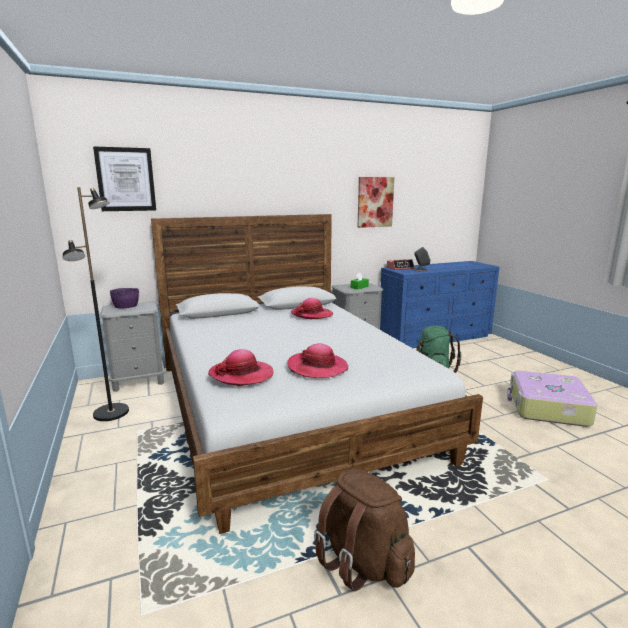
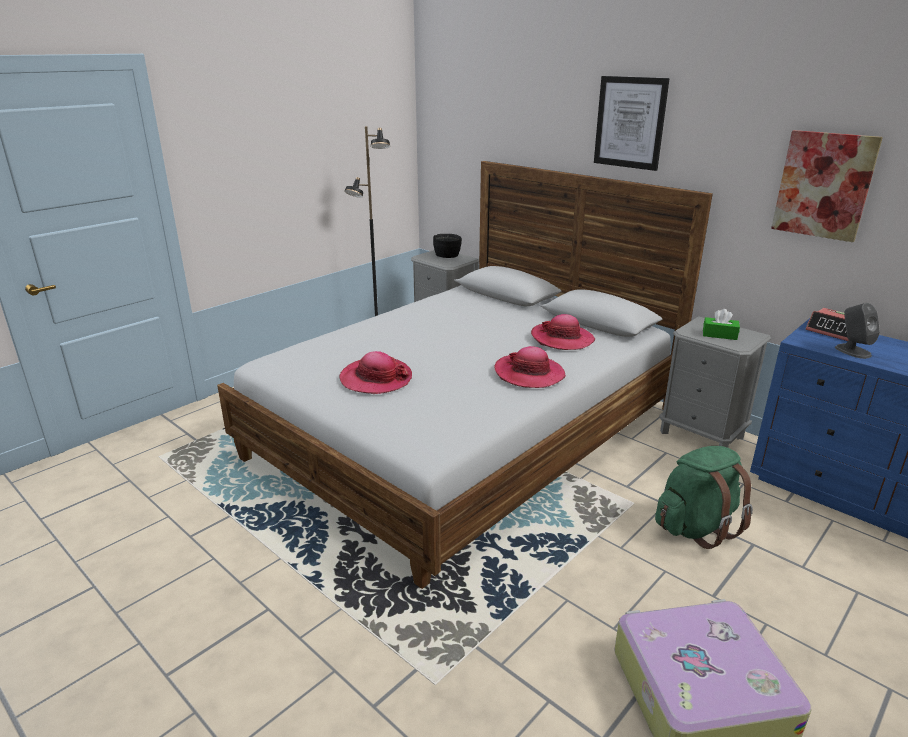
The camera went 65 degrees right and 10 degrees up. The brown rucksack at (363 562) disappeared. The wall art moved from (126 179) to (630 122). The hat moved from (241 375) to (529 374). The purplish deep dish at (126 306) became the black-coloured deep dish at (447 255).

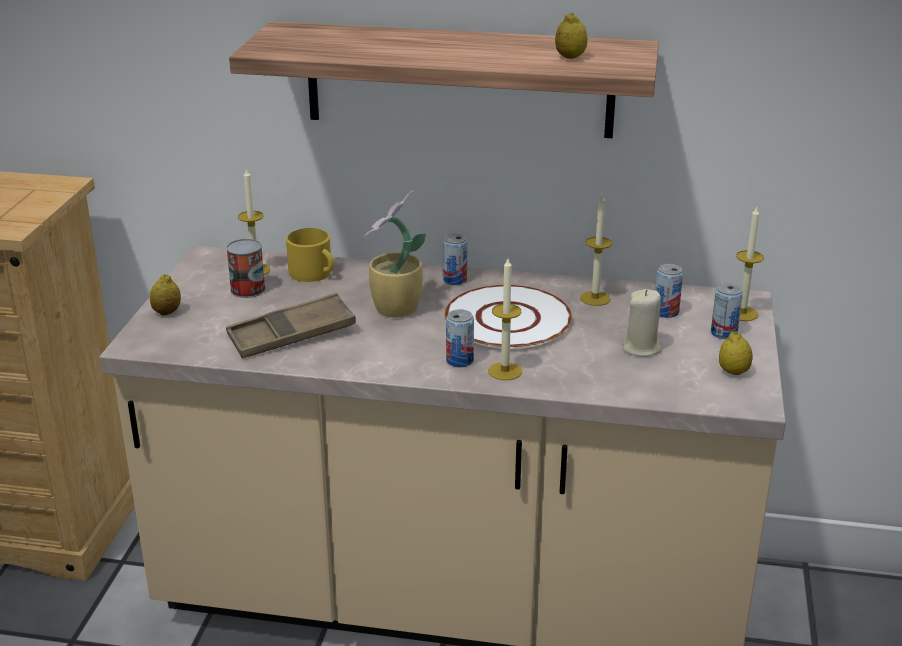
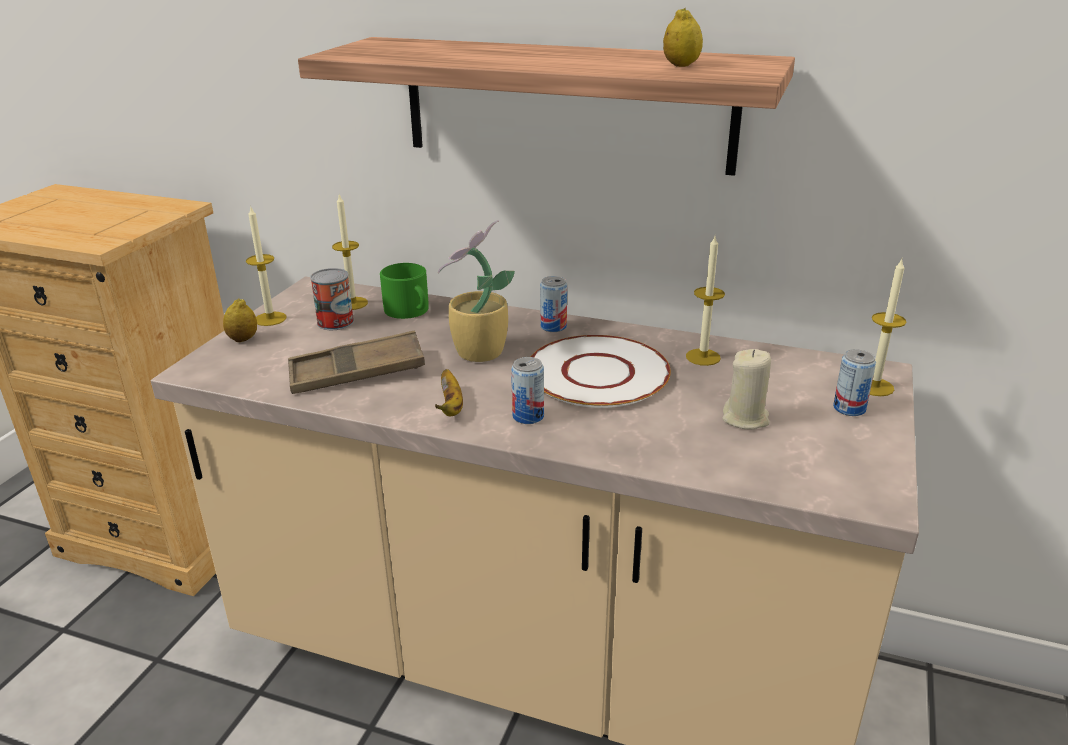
The camera went 10 degrees right and 0 degrees up. The sealed can at (665 312) disappeared. The citrus fruit at (733 372) disappeared. The banana at (451 406) appeared. The wax candle moved from (505 371) to (270 319). The yellowish tea mug at (314 274) became the greenish tea mug at (409 311).

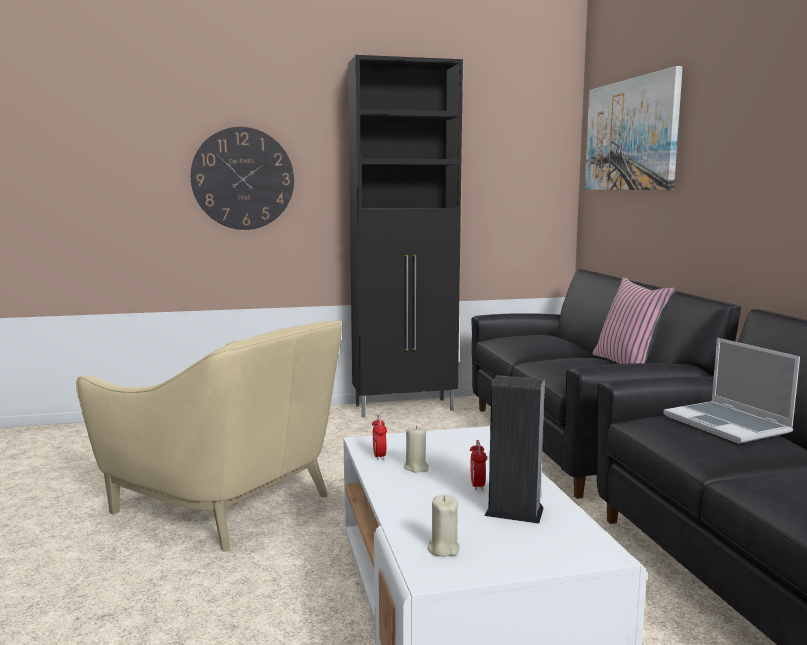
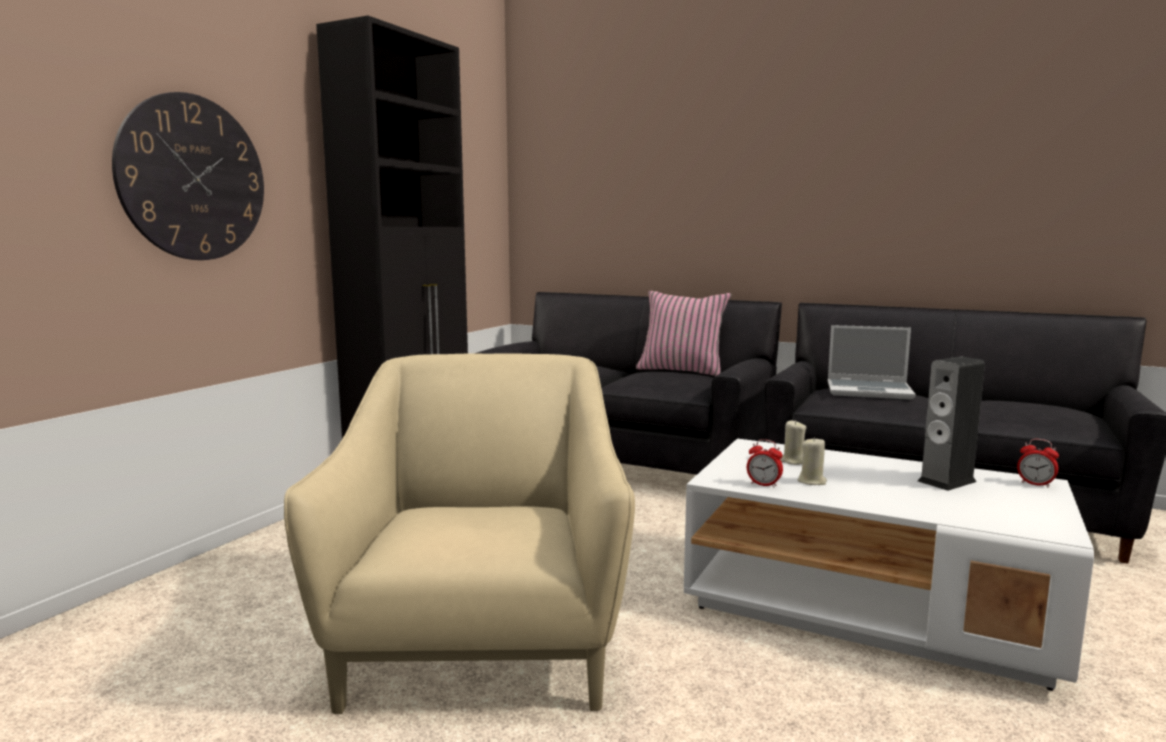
The camera went 50 degrees left and 0 degrees up. The wall art at (630 135) disappeared. The beige wax candle moved from (443 549) to (792 461). The alarm clock moved from (477 485) to (1035 484). The beige armchair at (227 502) turned 75 degrees counterclockwise.

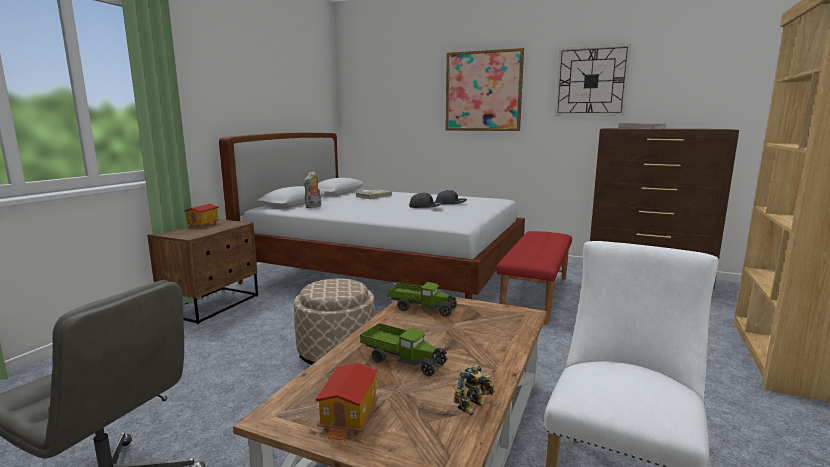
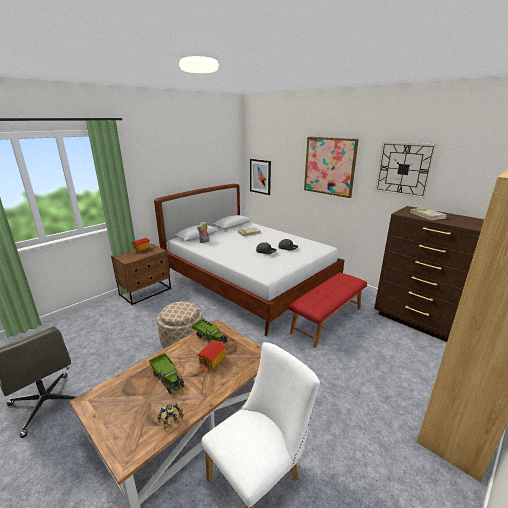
The camera went 20 degrees right and 10 degrees up. The wall art at (260 176) appeared. The miniature house moved from (350 417) to (213 362).

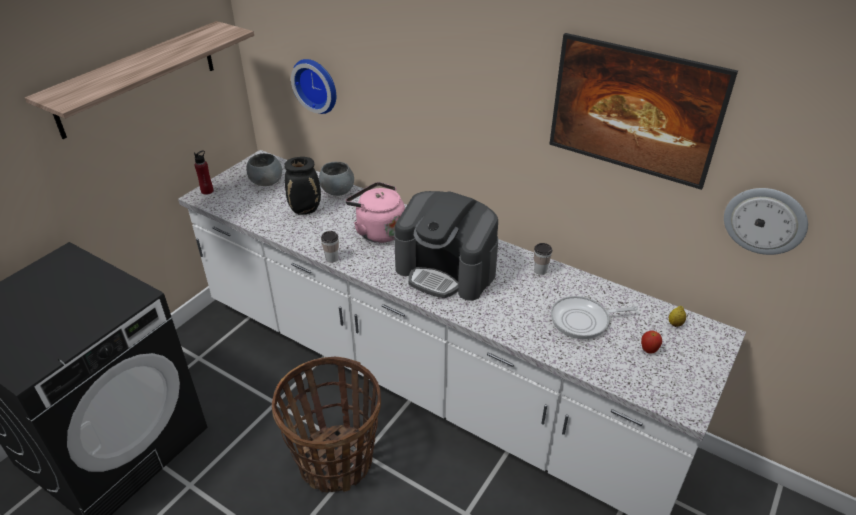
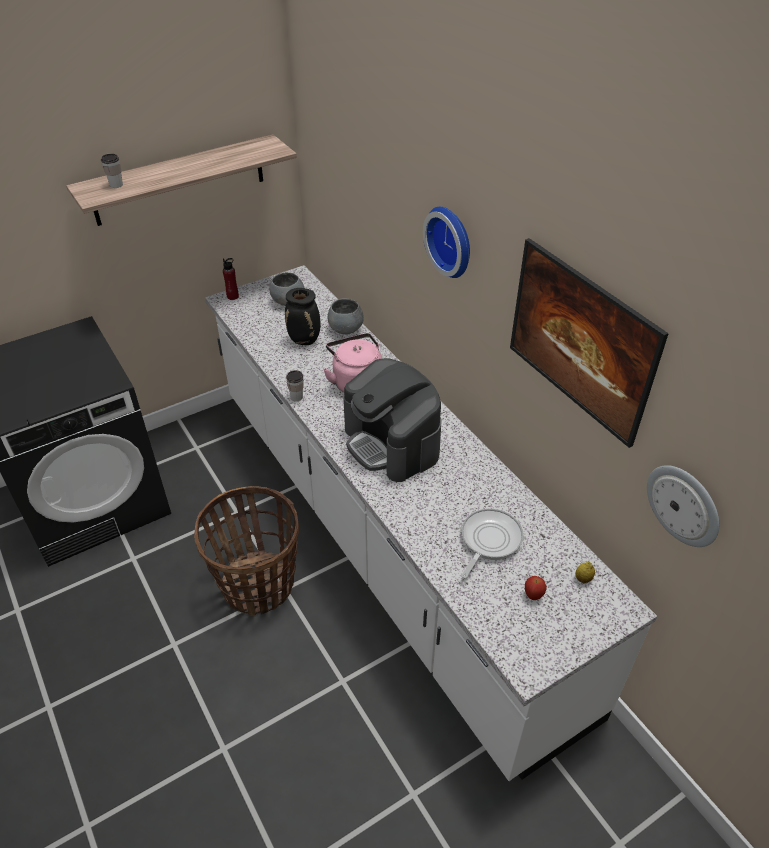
The camera went 25 degrees right and 5 degrees up. The clock on the wall moved from (317 85) to (452 240). The small cup moved from (540 270) to (116 185). The pan at (583 321) turned 105 degrees clockwise.

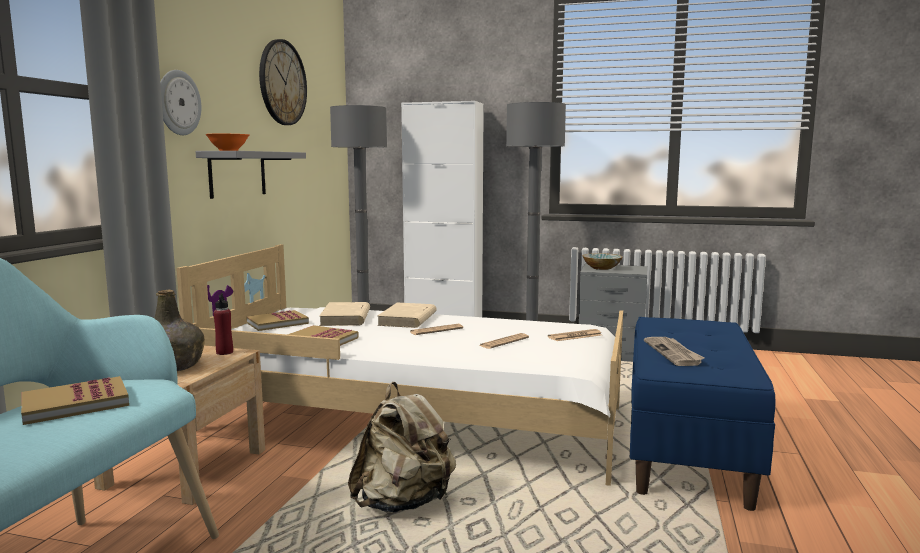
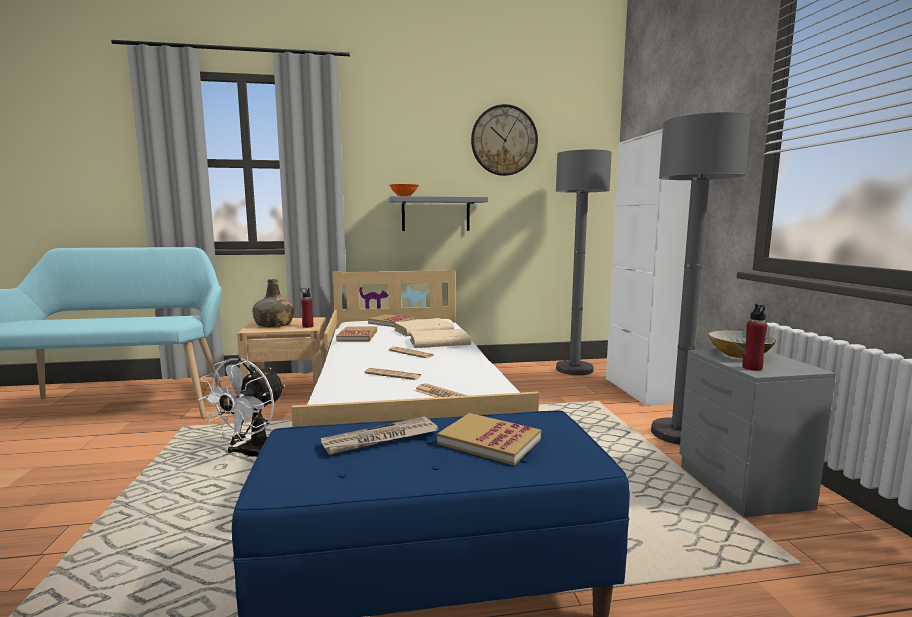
The camera went 65 degrees right and 0 degrees up. The clock on the wall at (178 103) disappeared. The red drink bottle at (752 368) appeared. The volume moved from (75 404) to (489 441). The beige rucksack at (403 502) was replaced by the whitish cooling fan at (252 455).

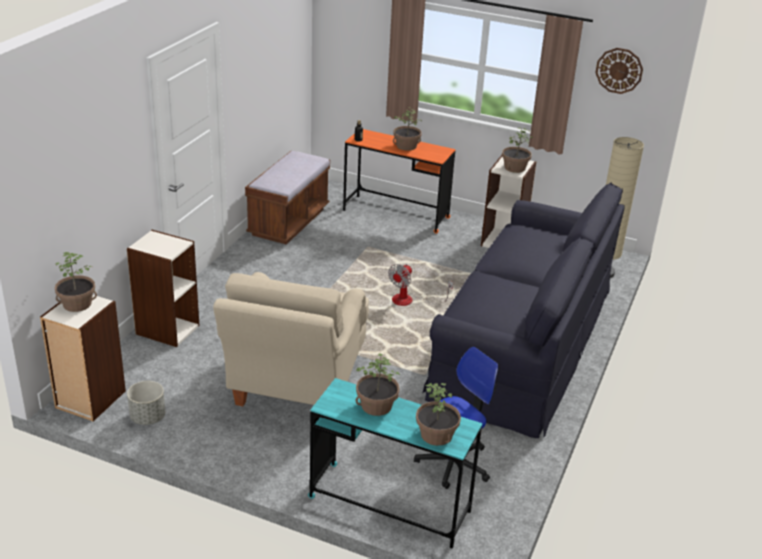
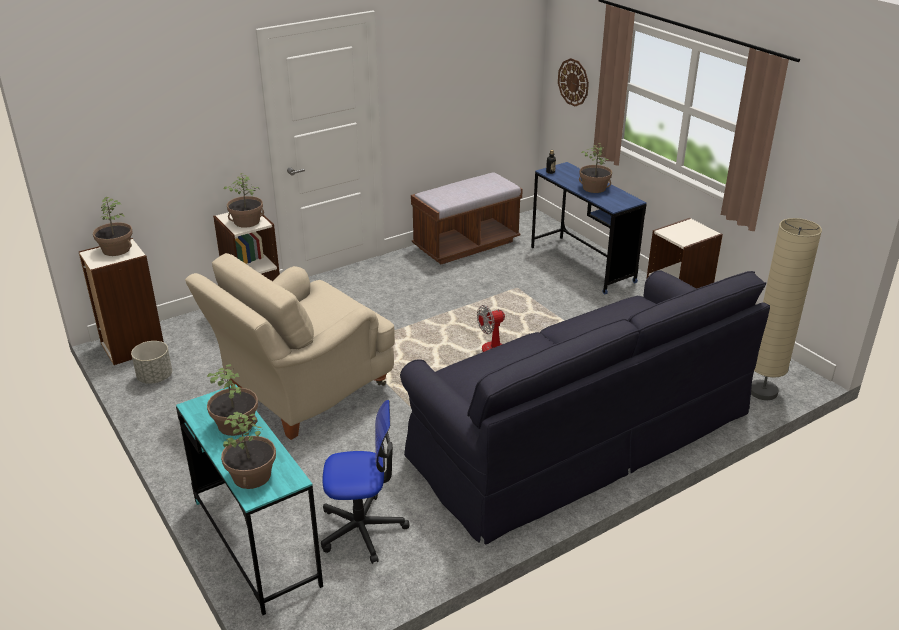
The camera went 35 degrees right and 0 degrees up. The potted plant moved from (514 168) to (247 221). The clock on the wall moved from (619 70) to (573 82). The orange-coloured desk at (396 214) became the blue desk at (582 264).

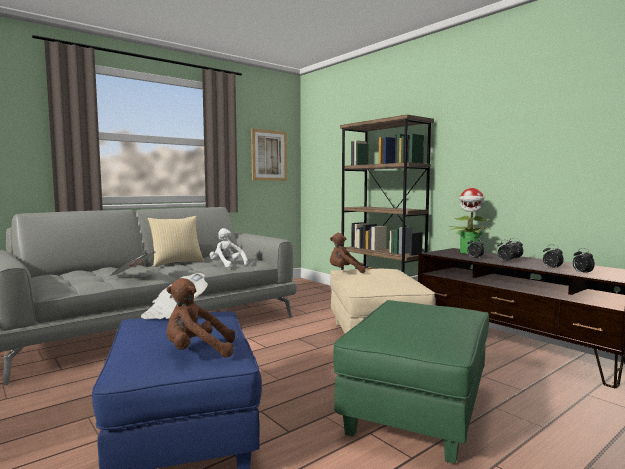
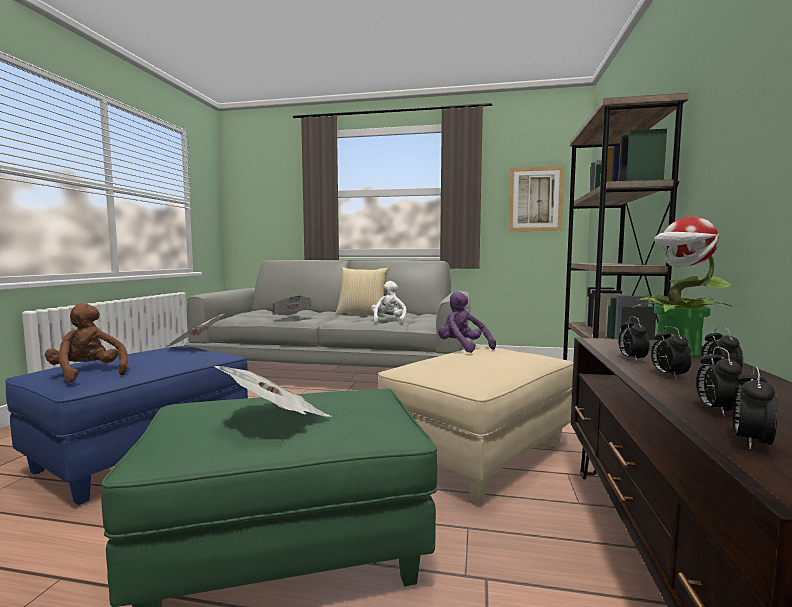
The camera went 50 degrees right and 0 degrees up. The printed paper at (276 420) appeared. The brown plush toy at (345 272) became the purplish plush toy at (462 348).

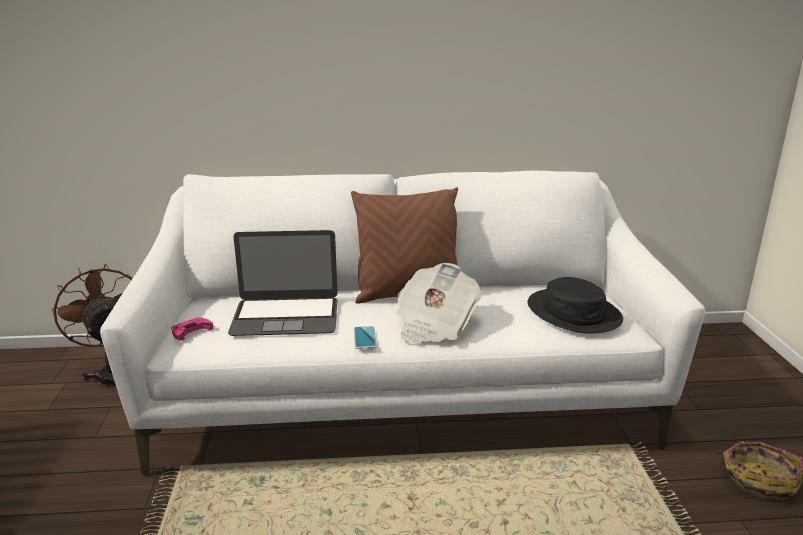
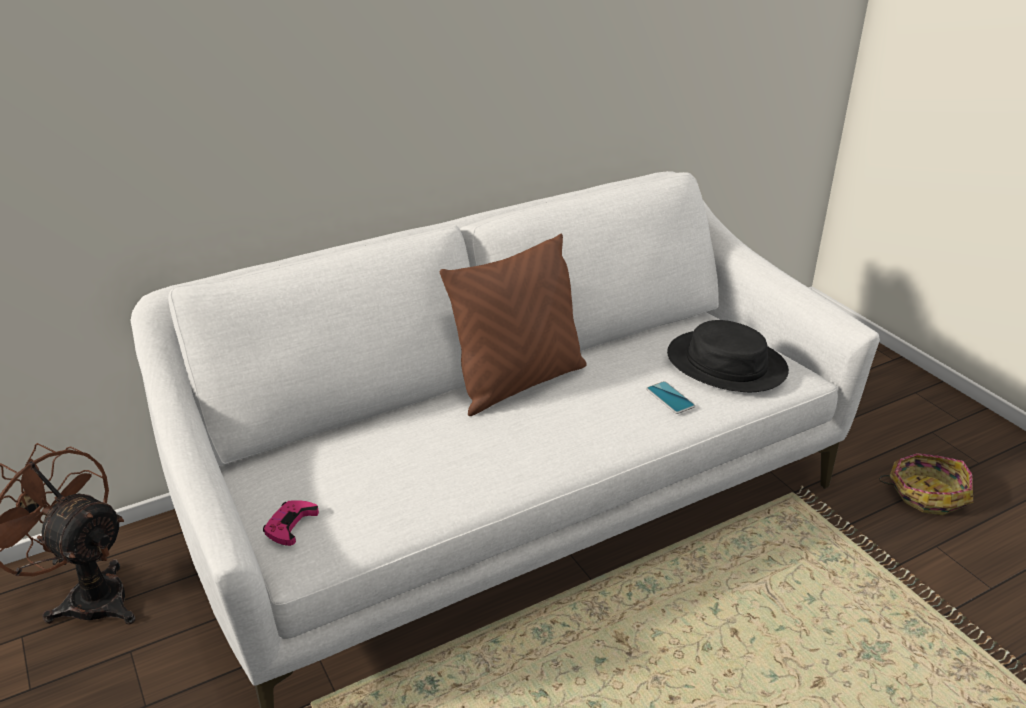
The camera went 25 degrees left and 10 degrees up. The portable computer at (286 316) disappeared. The printed paper at (434 325) disappeared. The phone moved from (364 338) to (670 398).

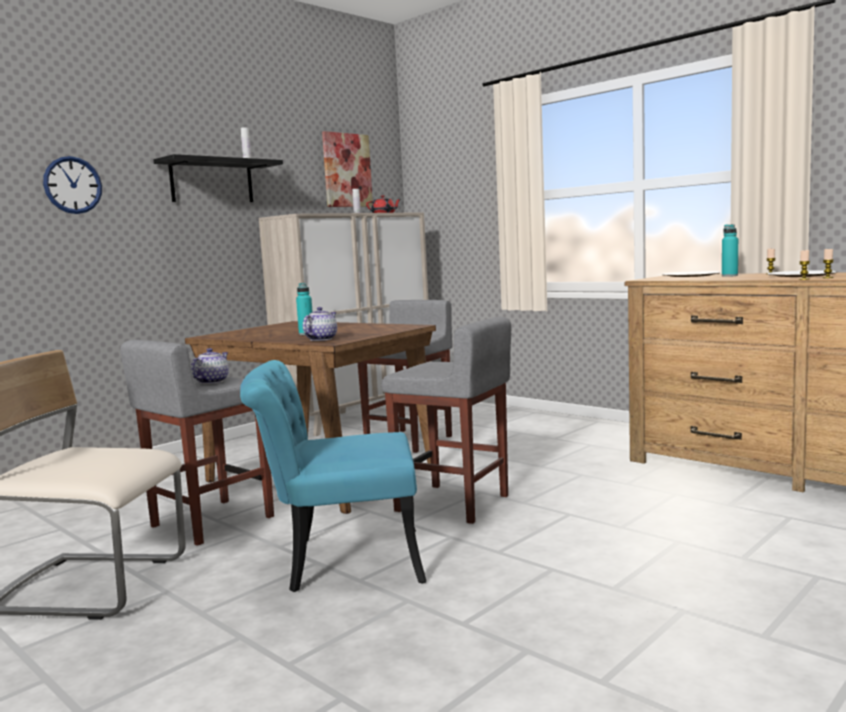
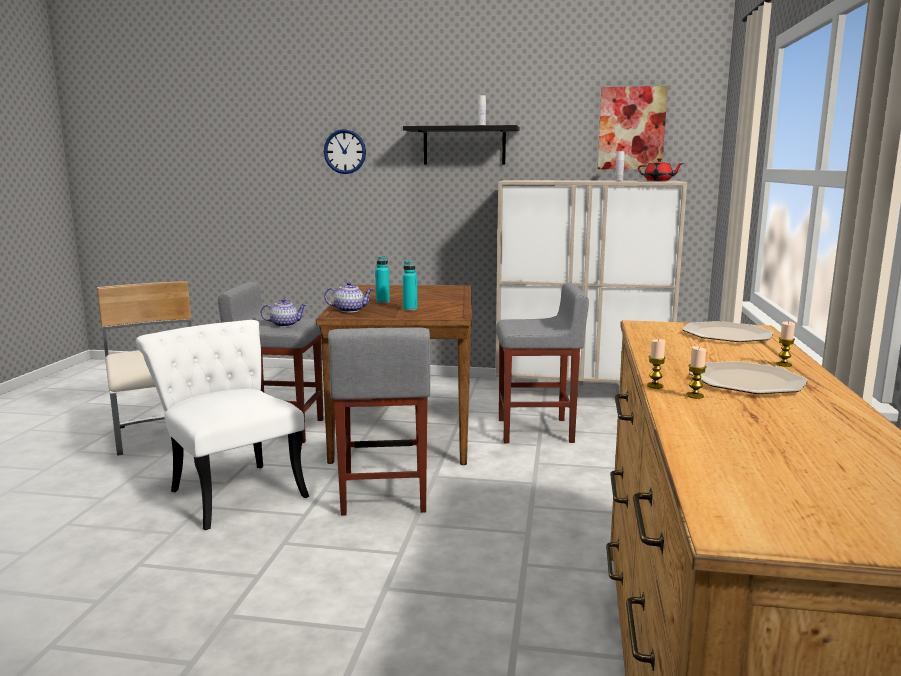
The camera went 55 degrees right and 5 degrees up. The turquoise drink bottle moved from (729 276) to (410 309). The turquoise chair at (339 561) became the whitish chair at (231 489).

